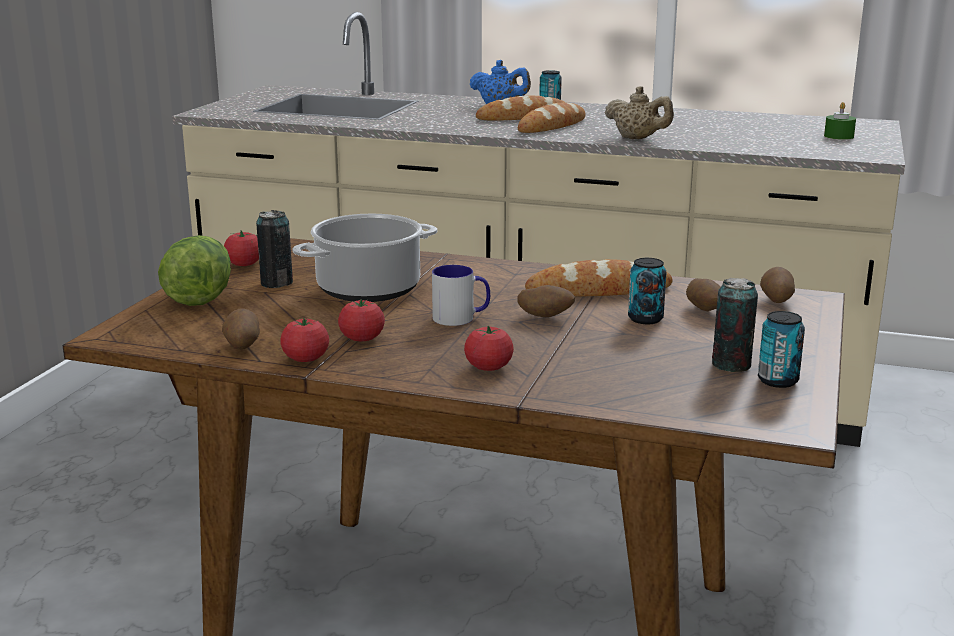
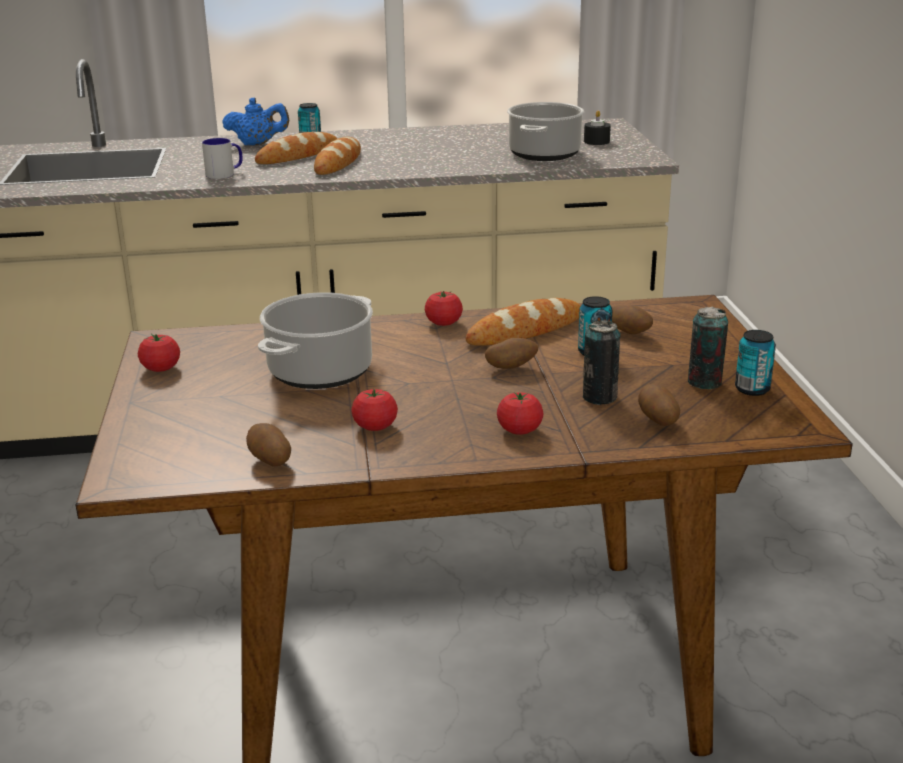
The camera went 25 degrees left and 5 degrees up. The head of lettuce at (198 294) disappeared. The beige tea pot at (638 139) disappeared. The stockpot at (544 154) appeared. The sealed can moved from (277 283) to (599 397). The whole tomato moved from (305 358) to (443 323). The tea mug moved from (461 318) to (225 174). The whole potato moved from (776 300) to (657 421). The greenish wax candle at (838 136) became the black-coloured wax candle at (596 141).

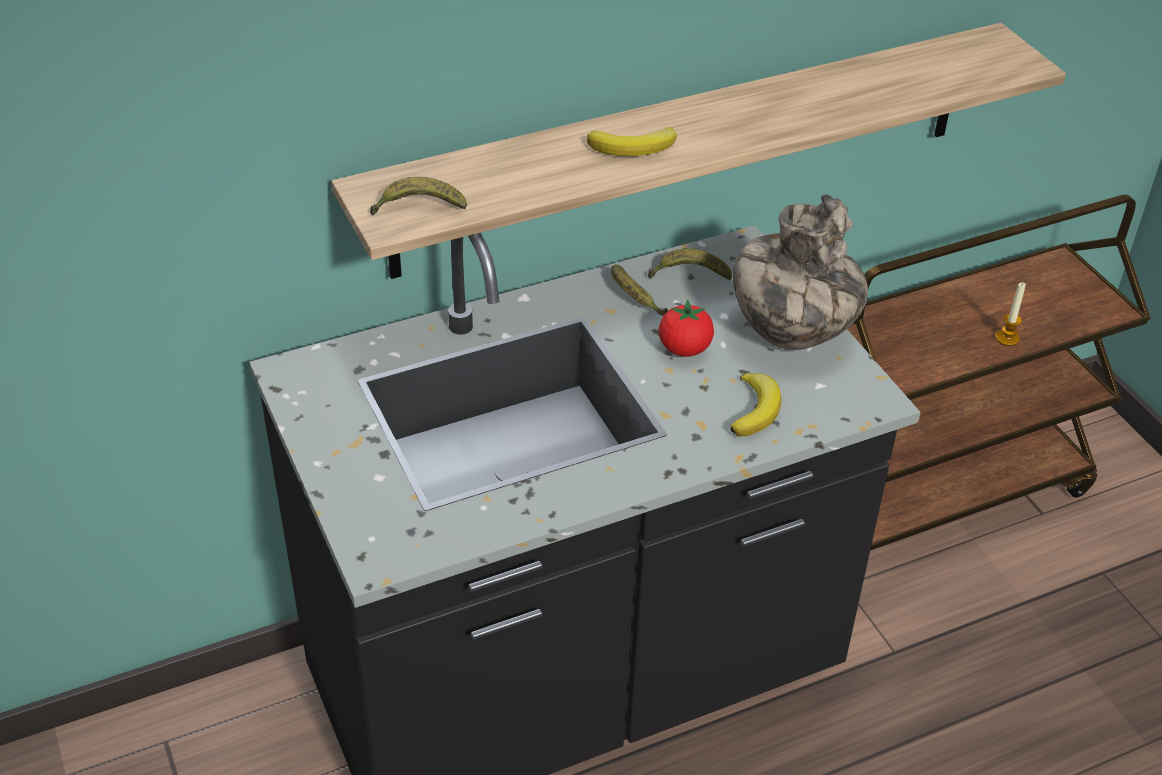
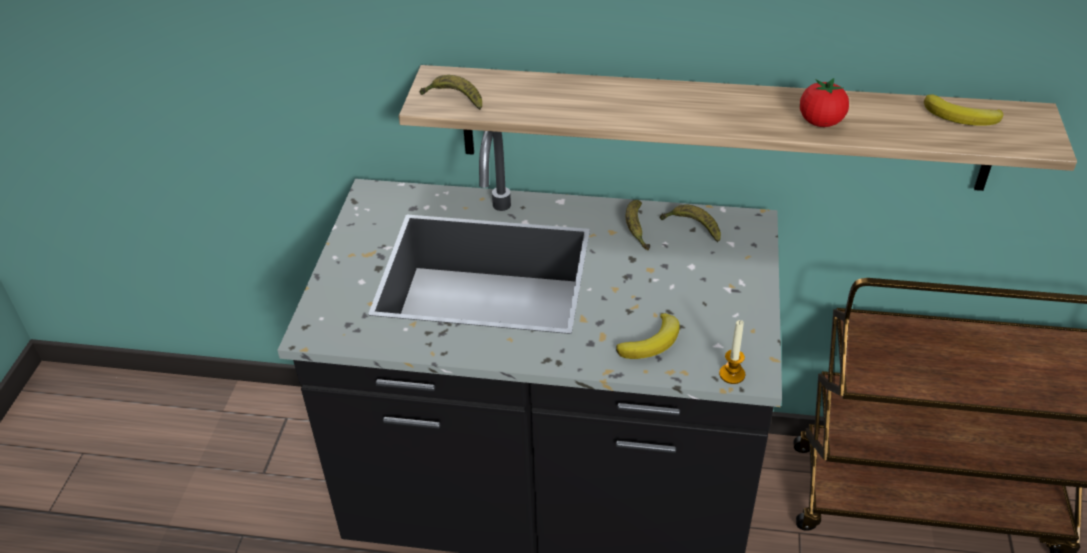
The camera went 35 degrees right and 0 degrees up. The vase at (791 332) disappeared. The banana moved from (635 147) to (962 117). The whole tomato moved from (684 349) to (820 122). The wax candle moved from (1007 338) to (732 374).

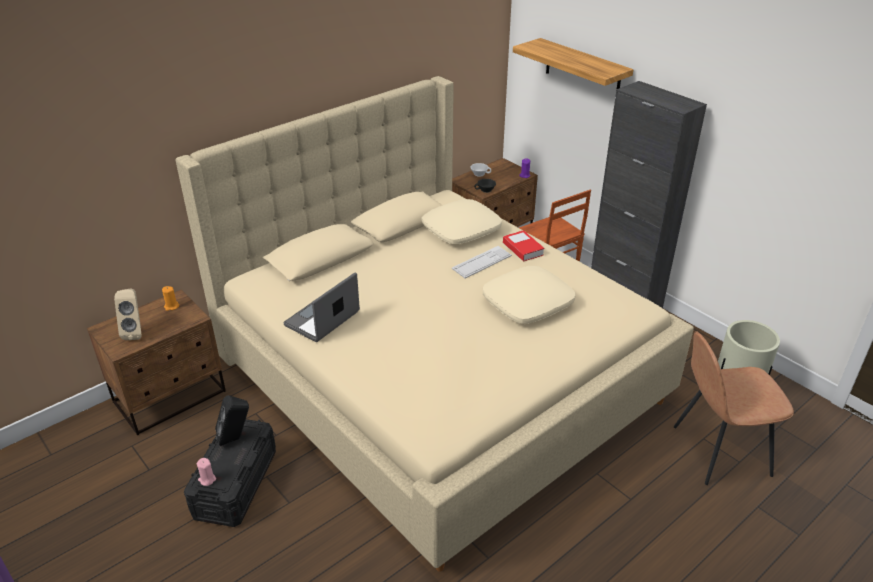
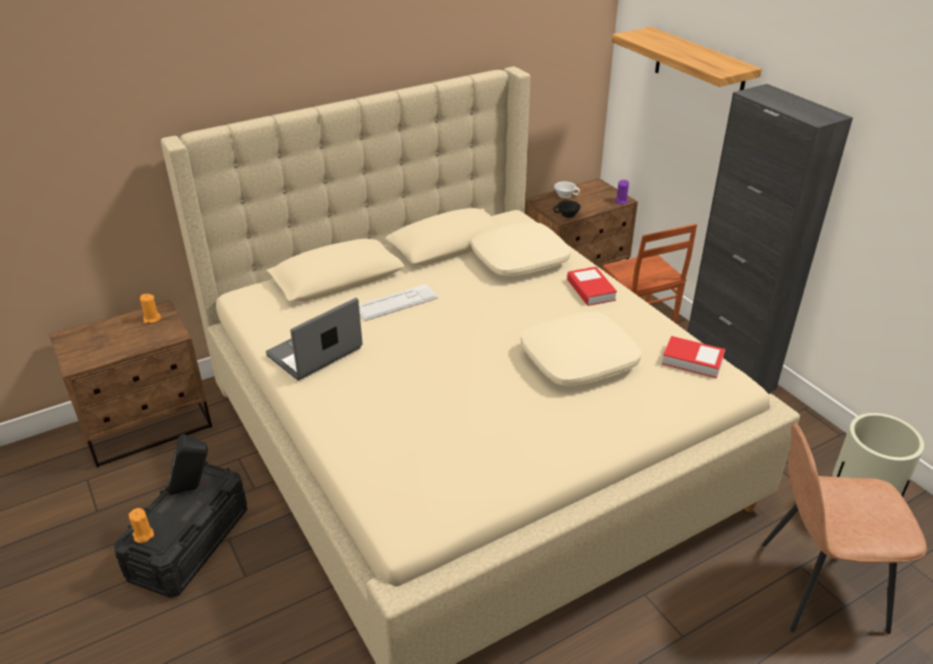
The camera went 10 degrees right and 0 degrees up. The beige speaker at (136 332) disappeared. The volume at (692 361) appeared. The keyboard moved from (482 262) to (396 303). The pink wax candle at (207 479) became the orange-coloured wax candle at (143 535).

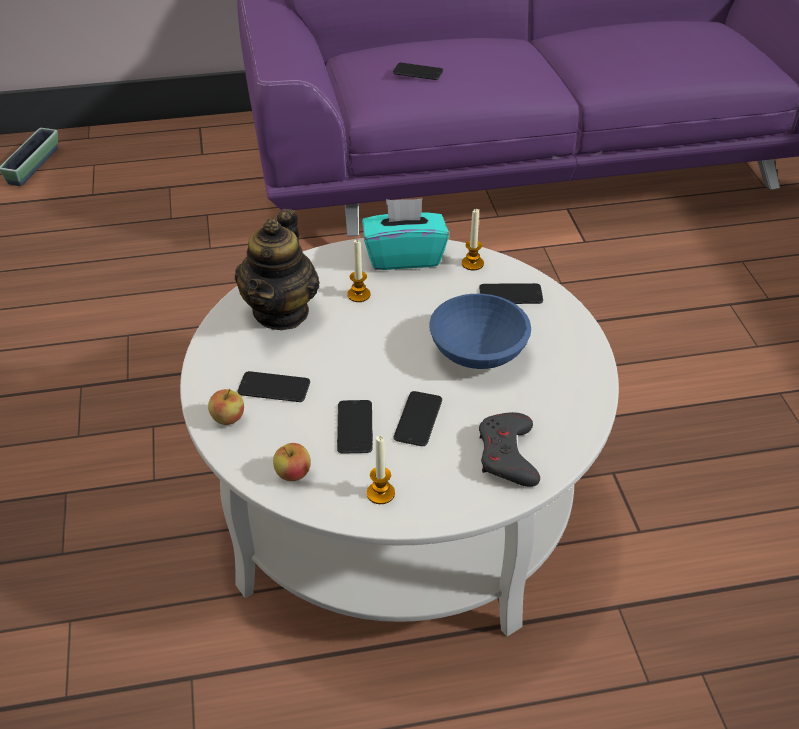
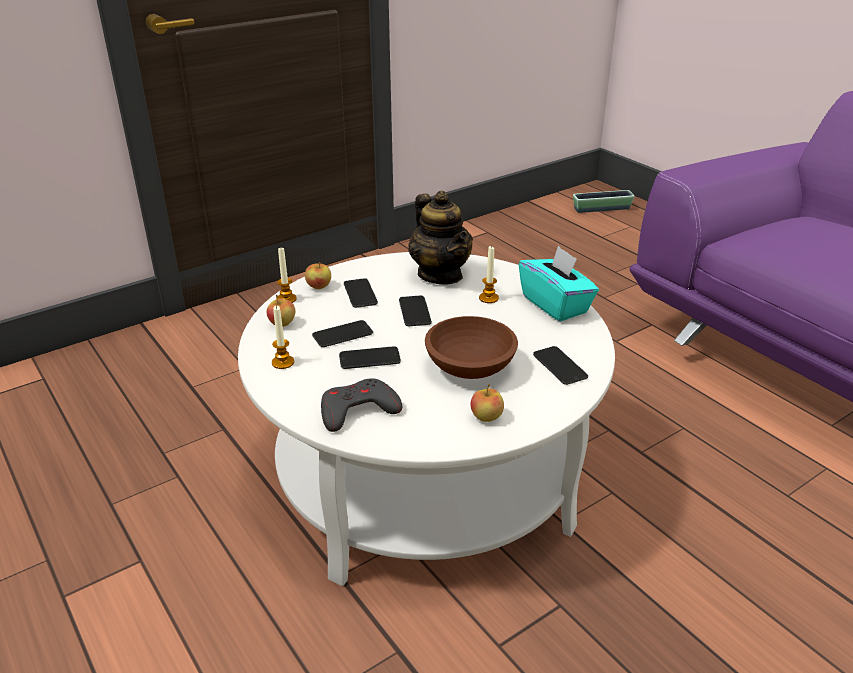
The camera went 65 degrees right and 10 degrees down. The apple at (486 417) appeared. The phone moved from (418 72) to (414 312). The wax candle moved from (472 263) to (286 299). The blue deep dish at (480 352) became the brown deep dish at (470 368). The tea pot at (281 312) turned 105 degrees counterclockwise.

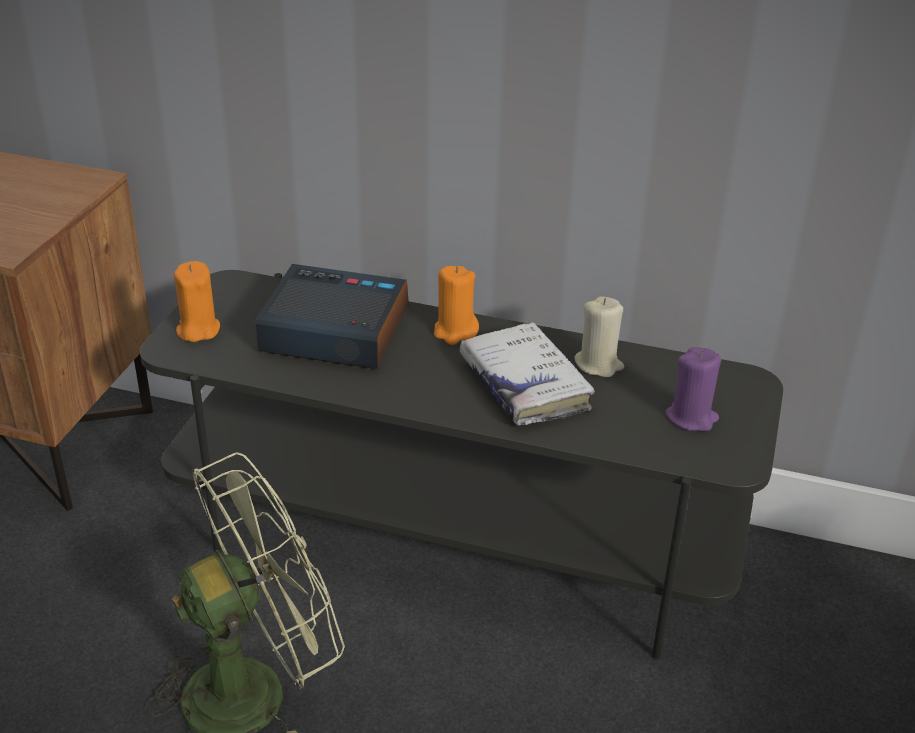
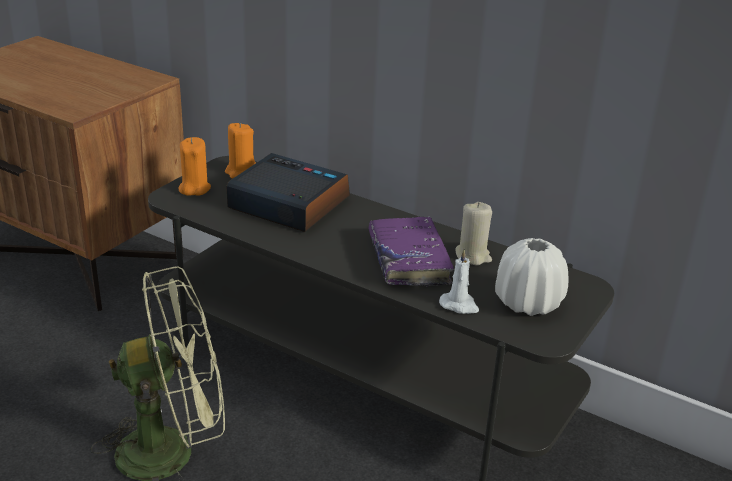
The camera went 15 degrees right and 5 degrees down. The whitish wax candle at (459 305) appeared. The orange-coloured wax candle moved from (455 332) to (241 172). The purplish wax candle at (691 417) was replaced by the whitish vase at (527 303). The whitish volume at (524 385) became the purplish volume at (408 260).

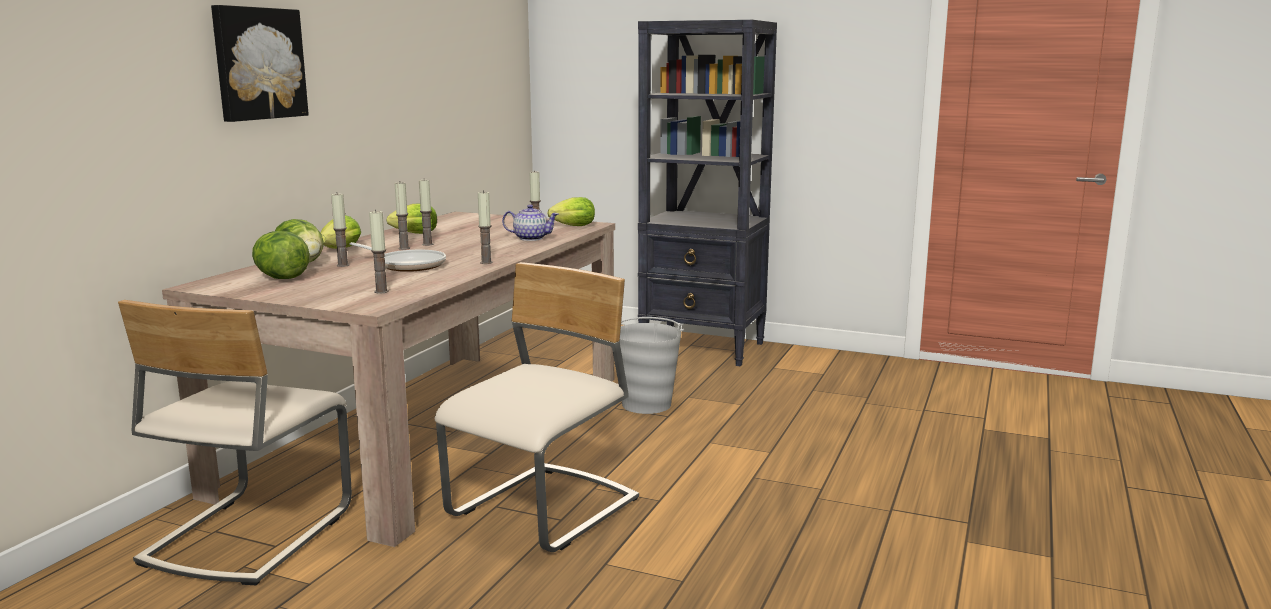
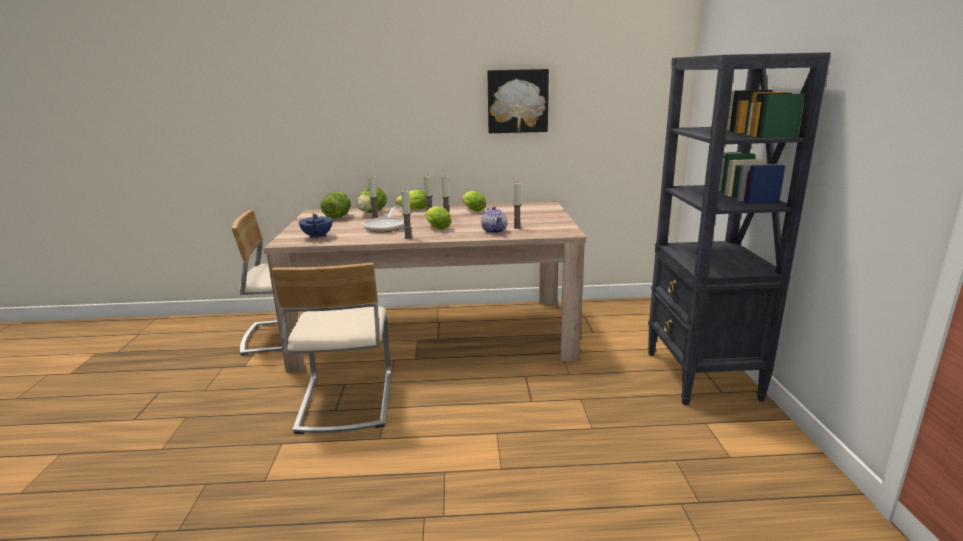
The camera went 65 degrees right and 5 degrees up. The greyish pail at (647 404) disappeared. The wall art moved from (258 63) to (517 101). The head of lettuce moved from (571 226) to (436 227). The wax candle at (381 291) was replaced by the blue tea pot at (318 236). The beige chair at (545 511) turned 75 degrees clockwise.

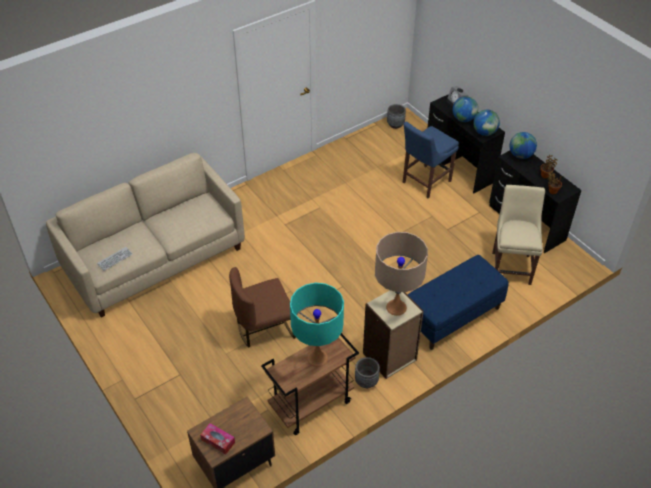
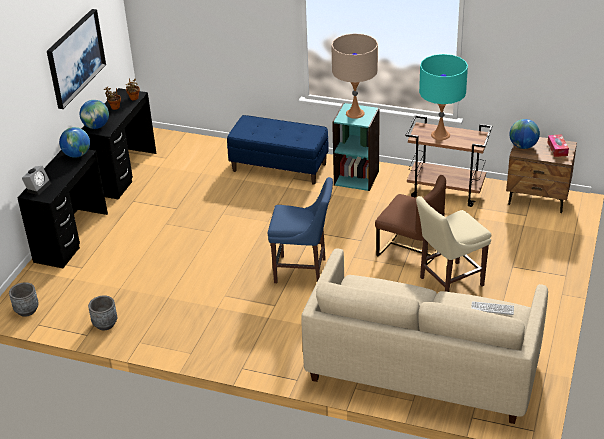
The camera went 125 degrees left and 10 degrees down. The wall art at (75 57) appeared. The greyish planter moved from (366 381) to (105 324). The blue chair moved from (424 182) to (303 271). The desk globe moved from (463 119) to (523 146). The beige chair moved from (511 266) to (448 282). The beige bookcase at (390 357) became the turquoise bookcase at (356 178).

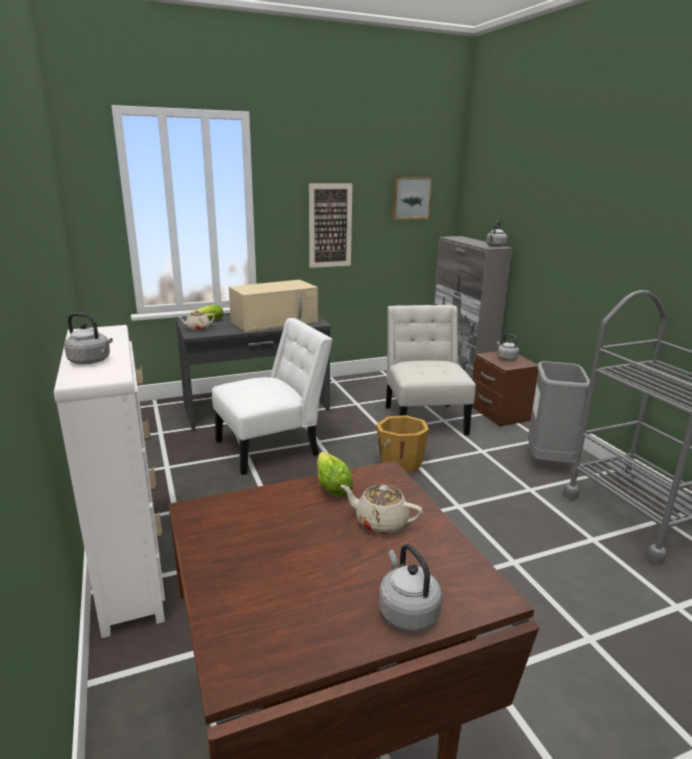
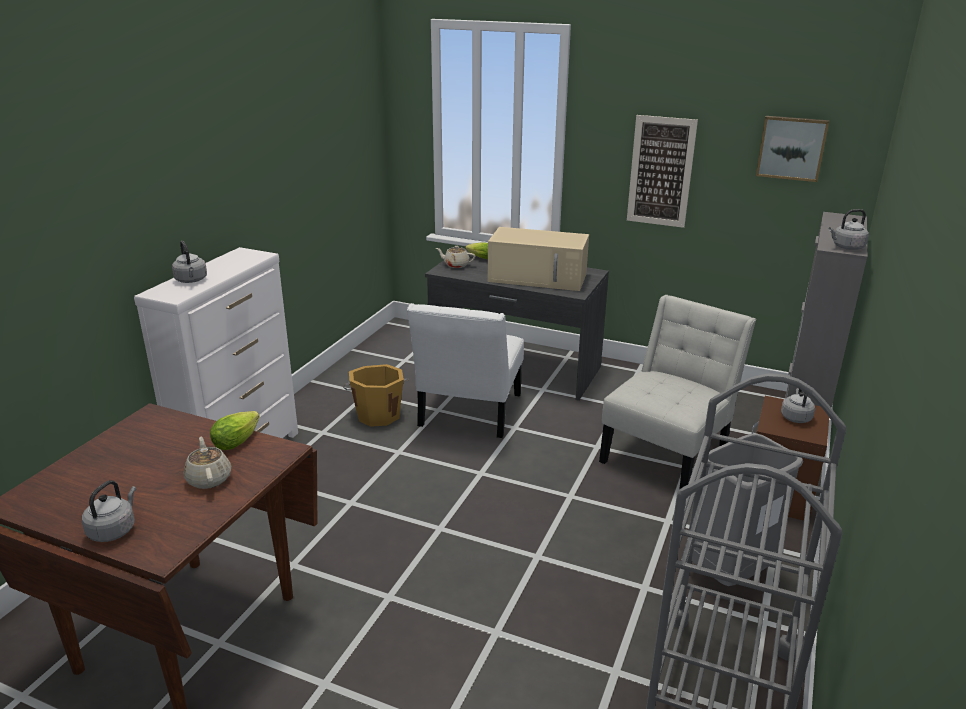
The camera went 45 degrees right and 5 degrees up. The orange-coloured pail moved from (399 463) to (378 414). The whitish chair at (272 447) turned 90 degrees clockwise.

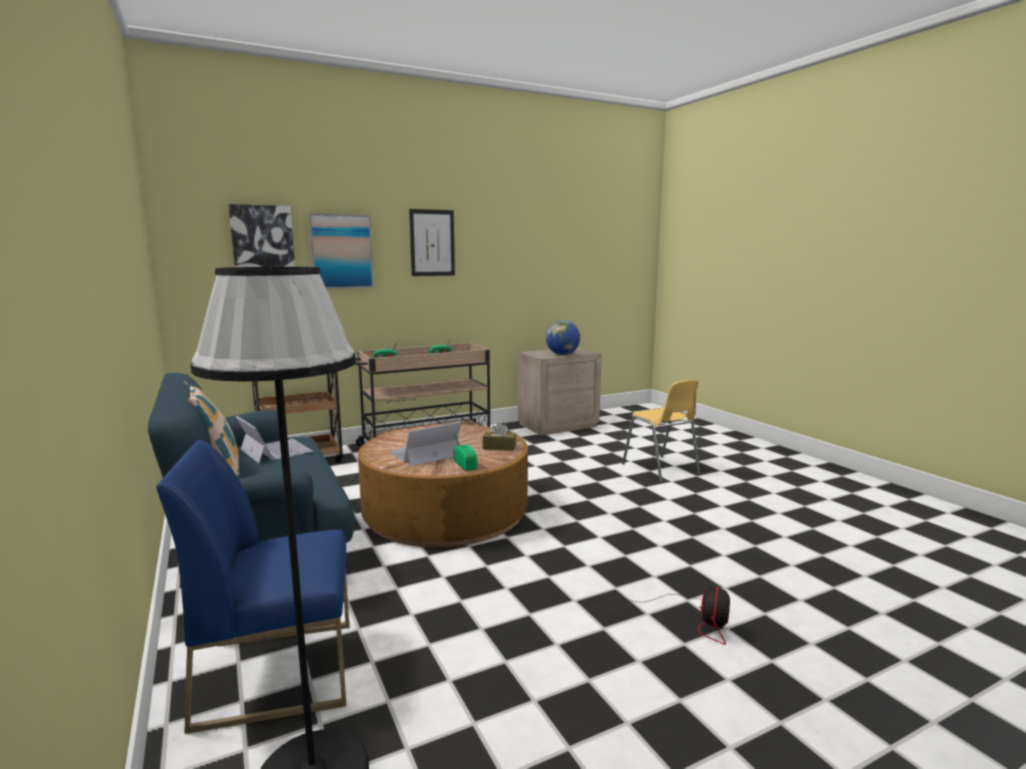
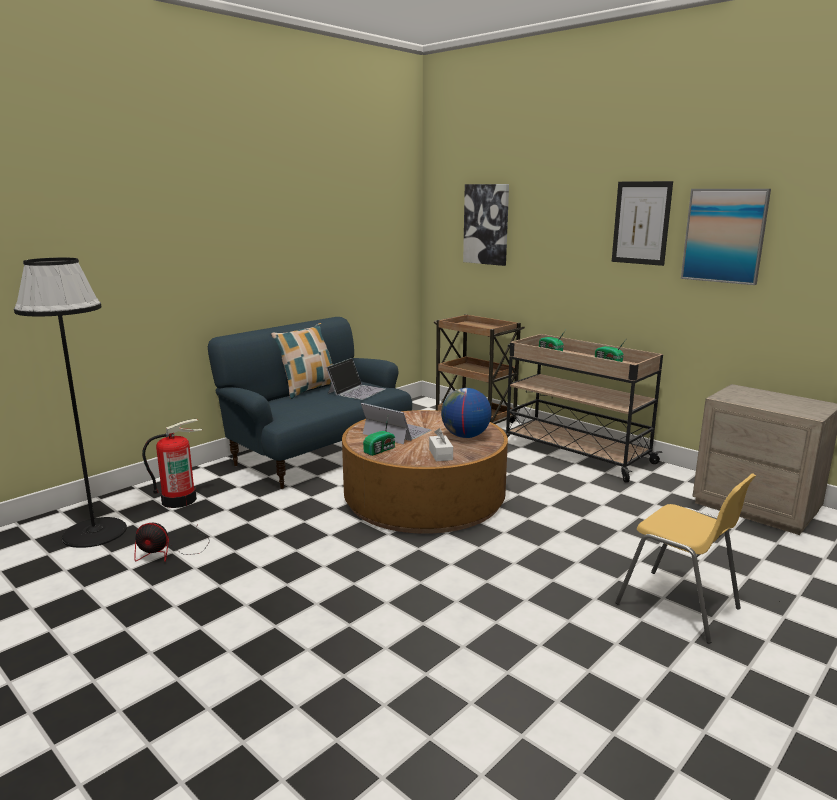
The camera went 70 degrees right and 5 degrees up. The wall art moved from (341 251) to (724 235). The desk globe moved from (562 354) to (465 436). The cooling fan moved from (698 620) to (170 551). The blue chair at (279 671) was replaced by the fire-fighting cylinder at (179 500). The brown tissue box at (499 447) became the whitish tissue box at (440 454). The yellowish chair at (661 469) turned 90 degrees counterclockwise.

